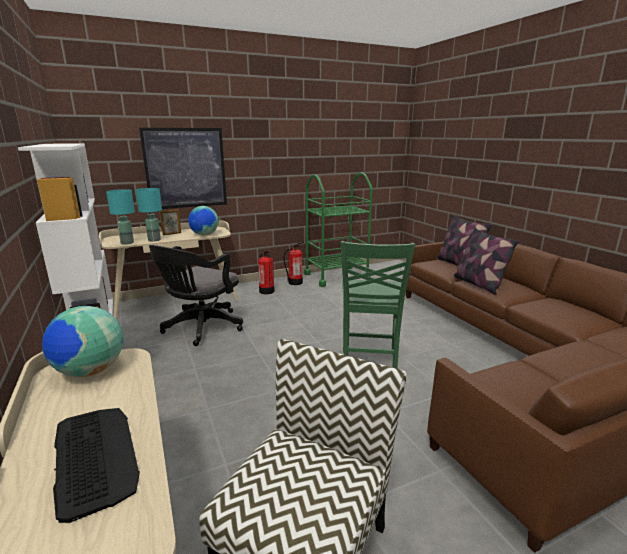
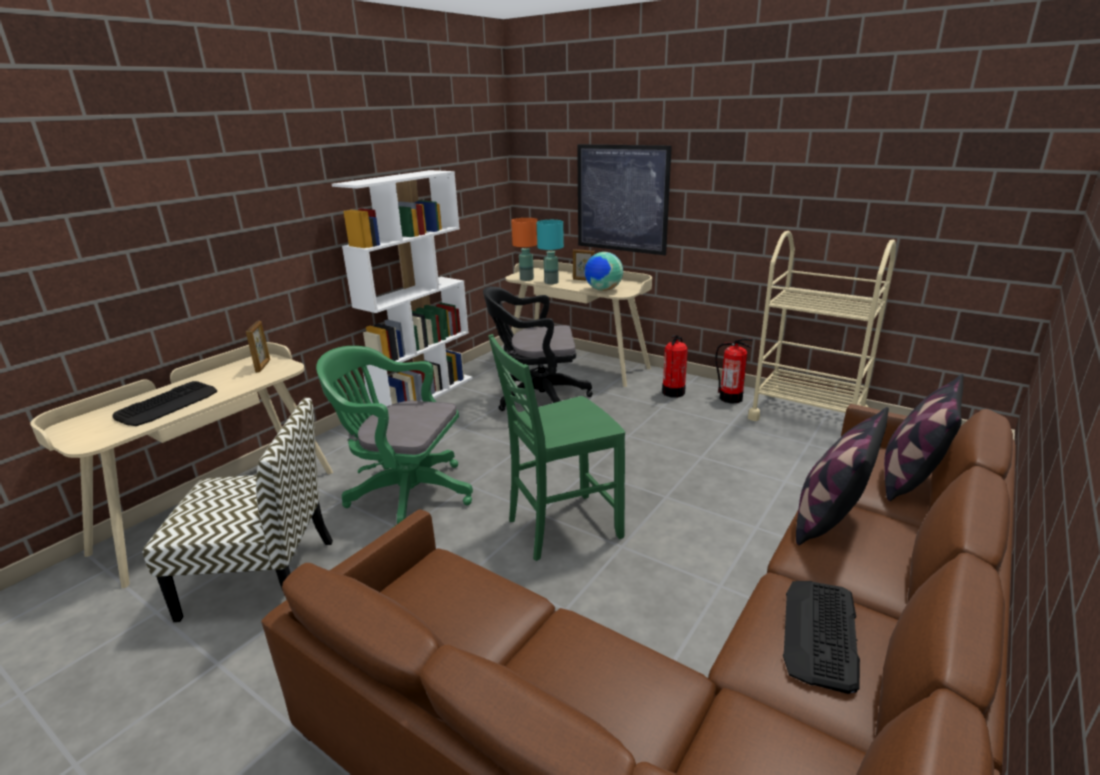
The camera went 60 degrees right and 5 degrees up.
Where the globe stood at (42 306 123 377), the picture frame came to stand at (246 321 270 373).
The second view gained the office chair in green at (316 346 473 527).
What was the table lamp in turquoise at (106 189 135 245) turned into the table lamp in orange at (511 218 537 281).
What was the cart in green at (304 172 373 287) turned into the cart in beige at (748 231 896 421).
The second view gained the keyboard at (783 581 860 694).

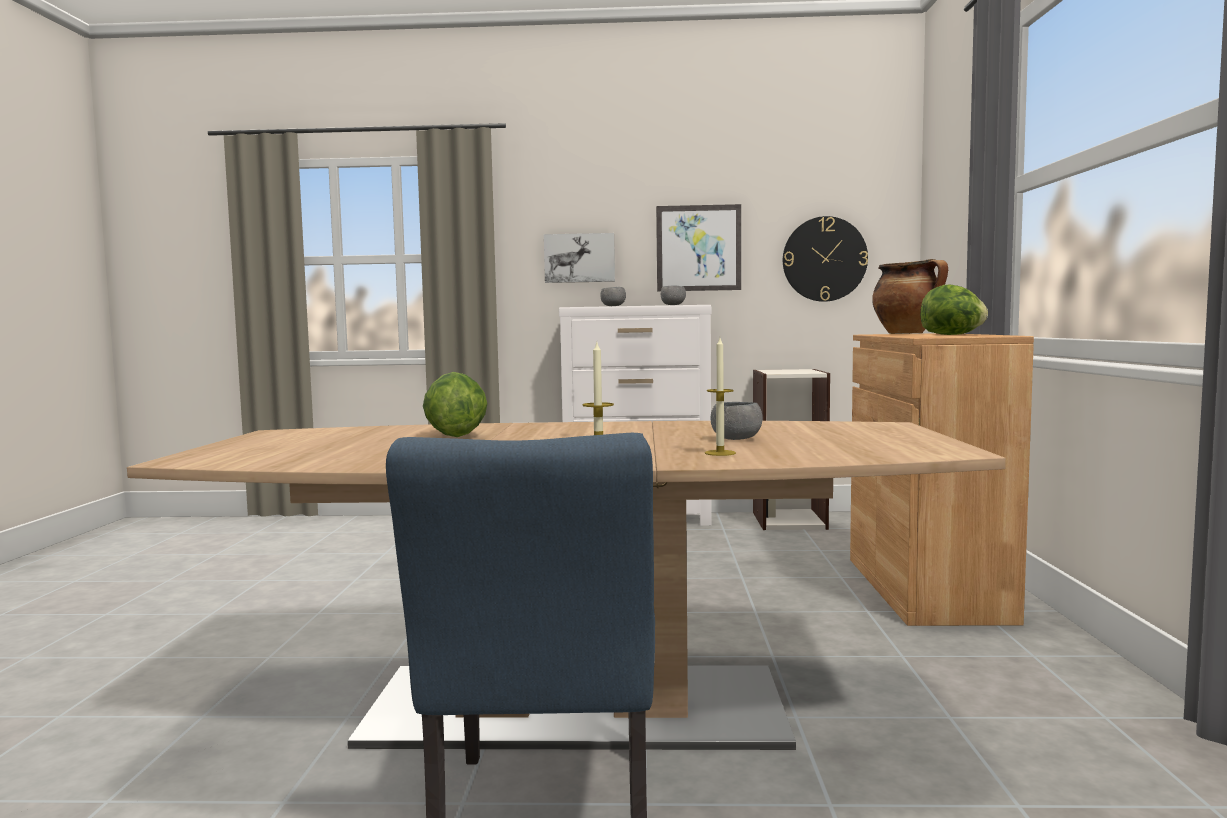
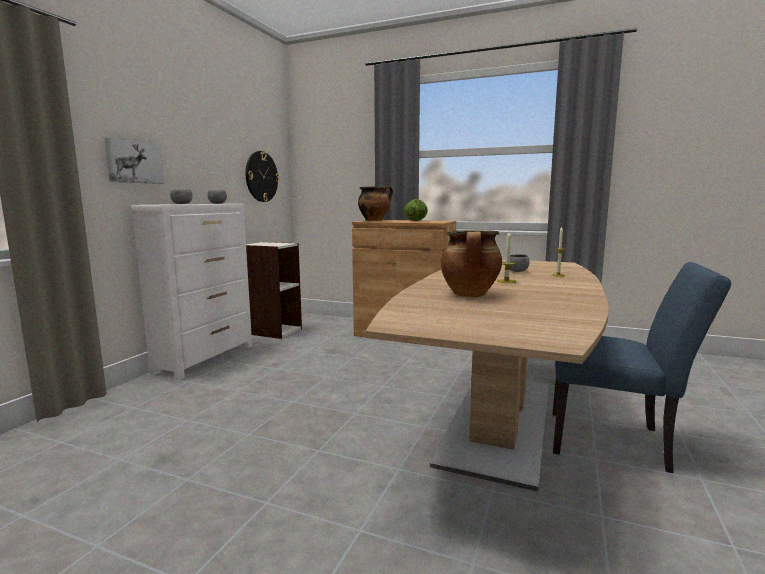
The camera went 70 degrees left and 5 degrees up.
Where the lettuce stood at (423 372 488 437), the cooking pot came to stand at (441 230 502 297).
The second view lost the picture at (656 204 741 291).

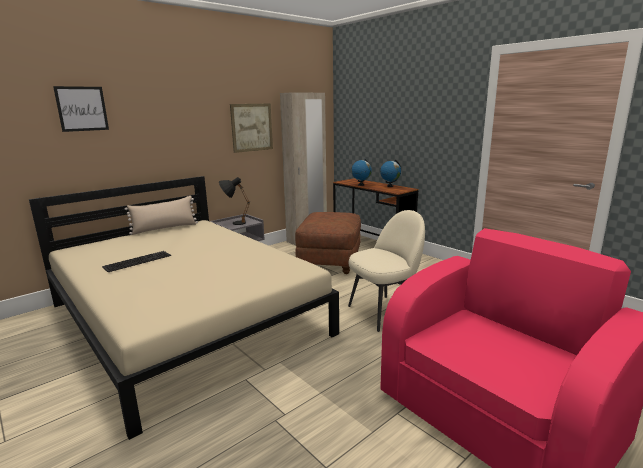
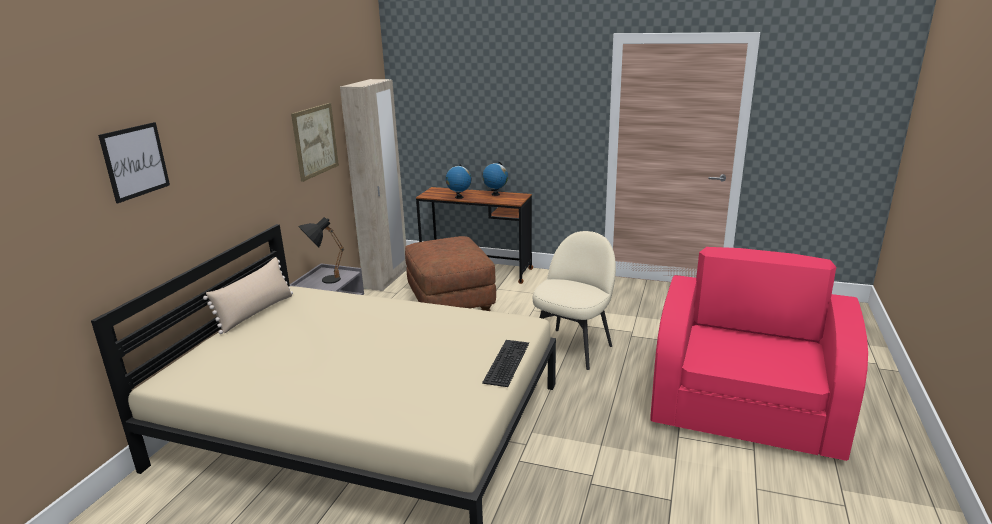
The camera went 30 degrees left and 5 degrees up.
The keyboard ended up elsewhere, having gone from (102 251 171 272) to (482 340 529 387).

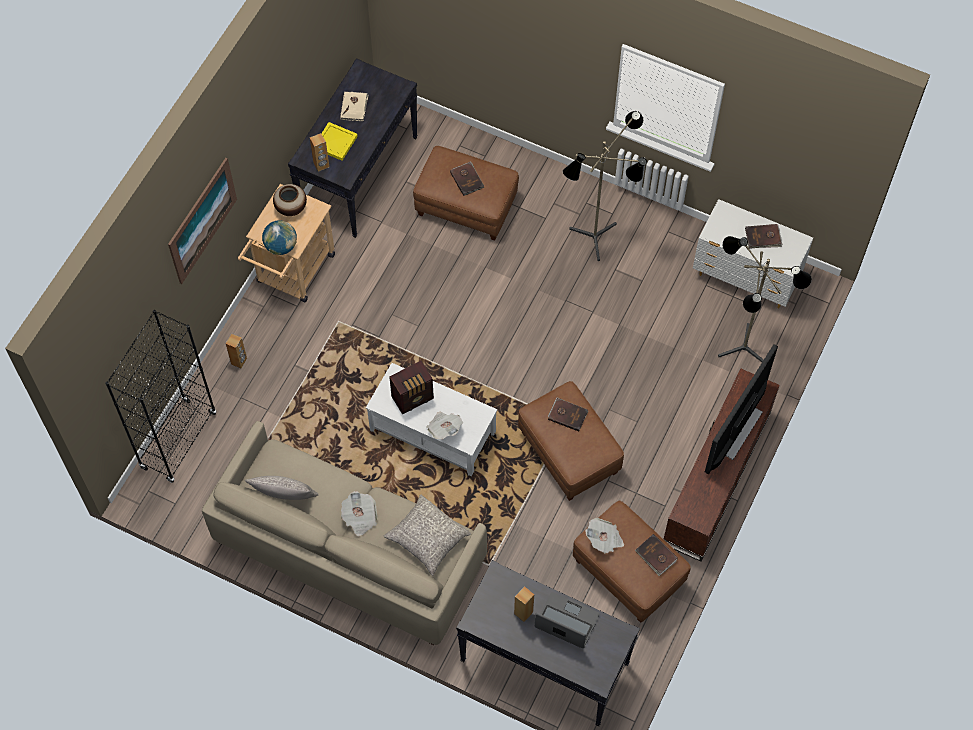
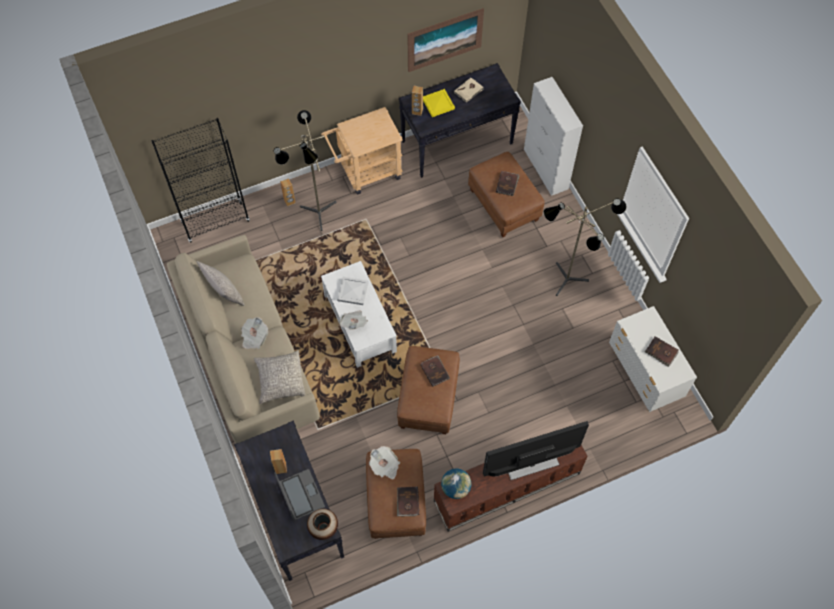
The camera went 40 degrees right and 0 degrees up.
The floor lamp ended up elsewhere, having gone from (718 236 812 362) to (274 110 336 231).
The vase ended up elsewhere, having gone from (273 184 307 216) to (307 509 338 540).
Where the radio stood at (389 361 434 415), the tray in white came to stand at (337 277 369 305).
The picture ended up elsewhere, having gone from (168 158 237 284) to (407 8 484 72).
The globe ended up elsewhere, having gone from (262 220 297 255) to (441 469 471 499).
The second view gained the cabinet in white at (524 77 583 196).

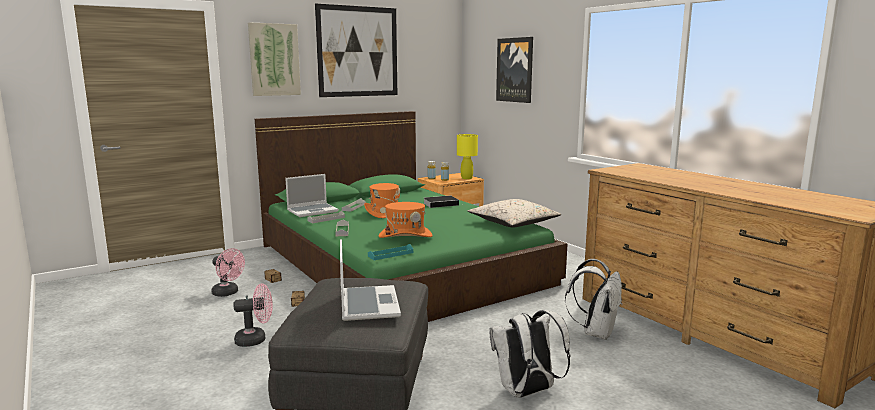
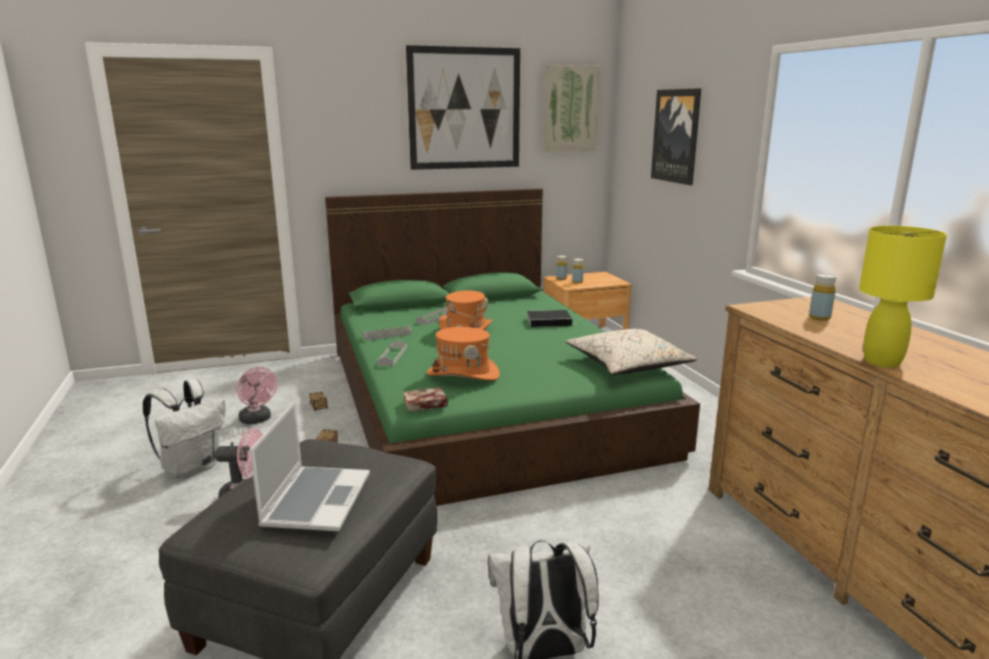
The camera went 15 degrees right and 5 degrees up.
The backpack in white ended up elsewhere, having gone from (565 259 622 340) to (143 379 225 479).
Where the tray in turquoise stood at (368 244 413 260), the book came to stand at (403 387 448 412).
The picture ended up elsewhere, having gone from (248 22 301 96) to (544 65 600 152).
The second view gained the bottle in yellow at (809 274 836 320).
The table lamp in yellow ended up elsewhere, having gone from (457 134 478 179) to (859 226 947 368).
The second view lost the laptop at (285 174 339 217).

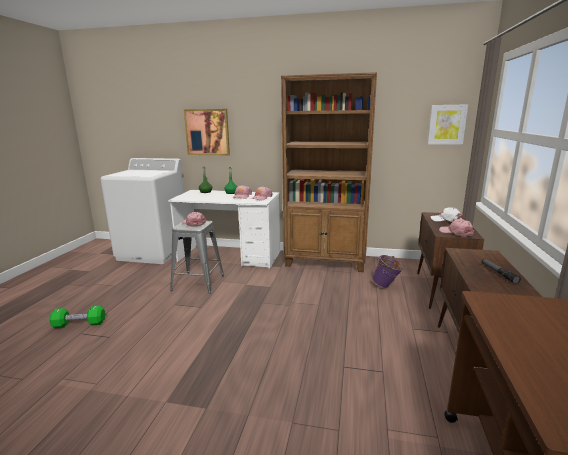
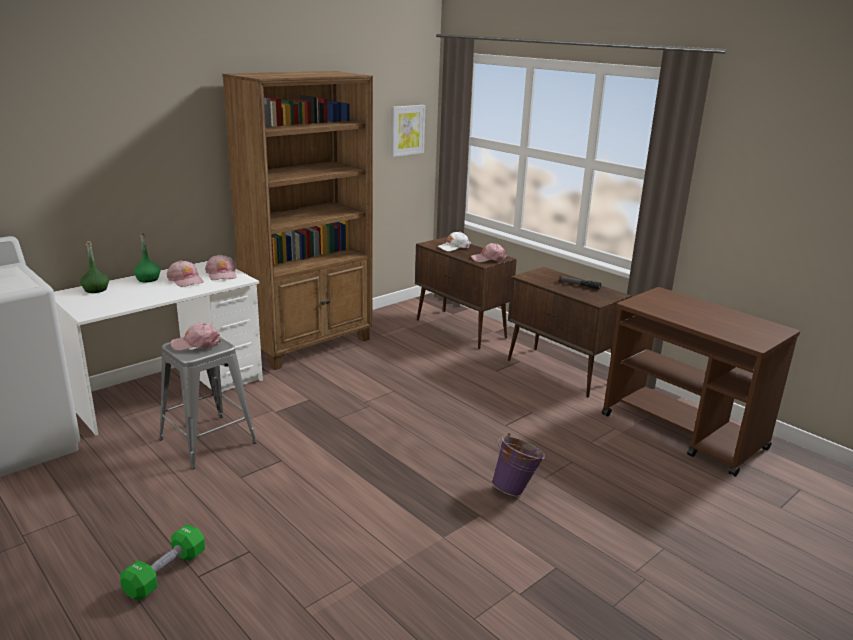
The camera went 55 degrees left and 5 degrees up.
The bucket in purple ended up elsewhere, having gone from (372 255 404 288) to (492 433 545 497).
The second view lost the picture at (184 109 230 155).

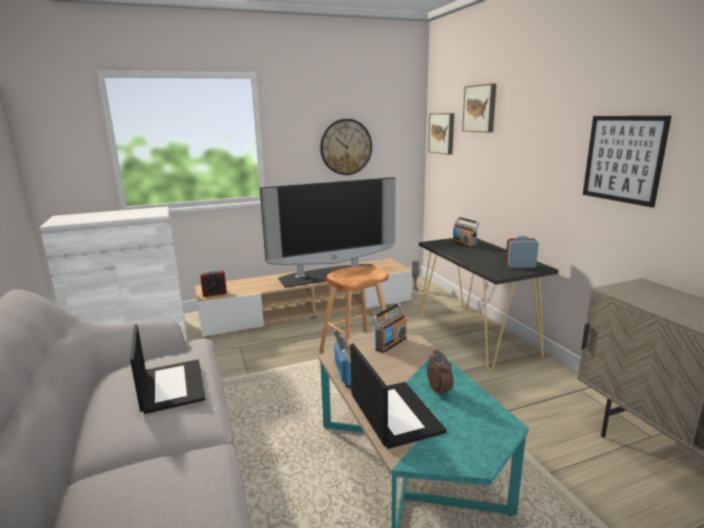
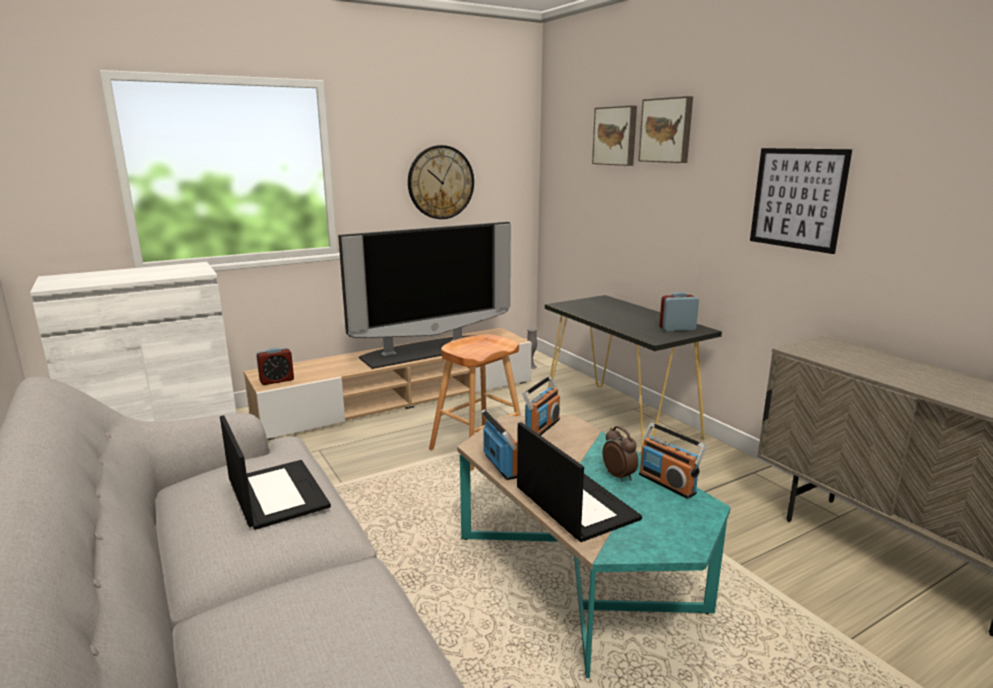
The camera went 10 degrees left and 0 degrees up.
The picture ended up elsewhere, having gone from (428 113 454 155) to (638 96 693 163).
The radio ended up elsewhere, having gone from (452 217 480 248) to (639 423 706 499).

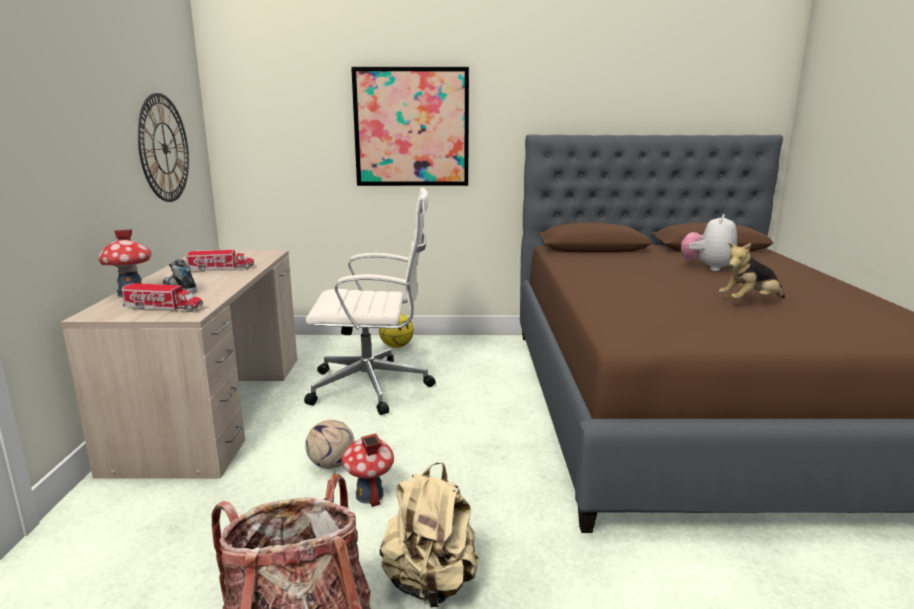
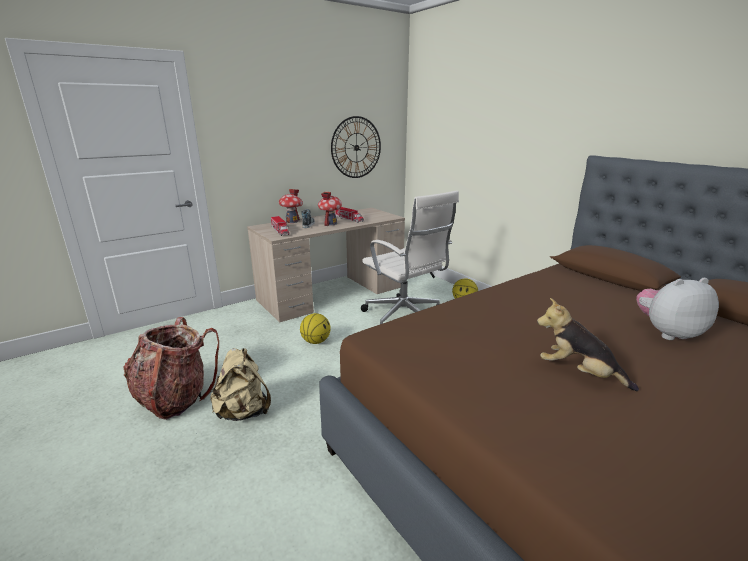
The camera went 55 degrees right and 5 degrees up.
Where the football stood at (305 420 355 469), the basketball came to stand at (300 313 331 344).
The toy house ended up elsewhere, having gone from (341 433 394 507) to (318 192 342 226).
The second view lost the picture at (351 67 469 186).

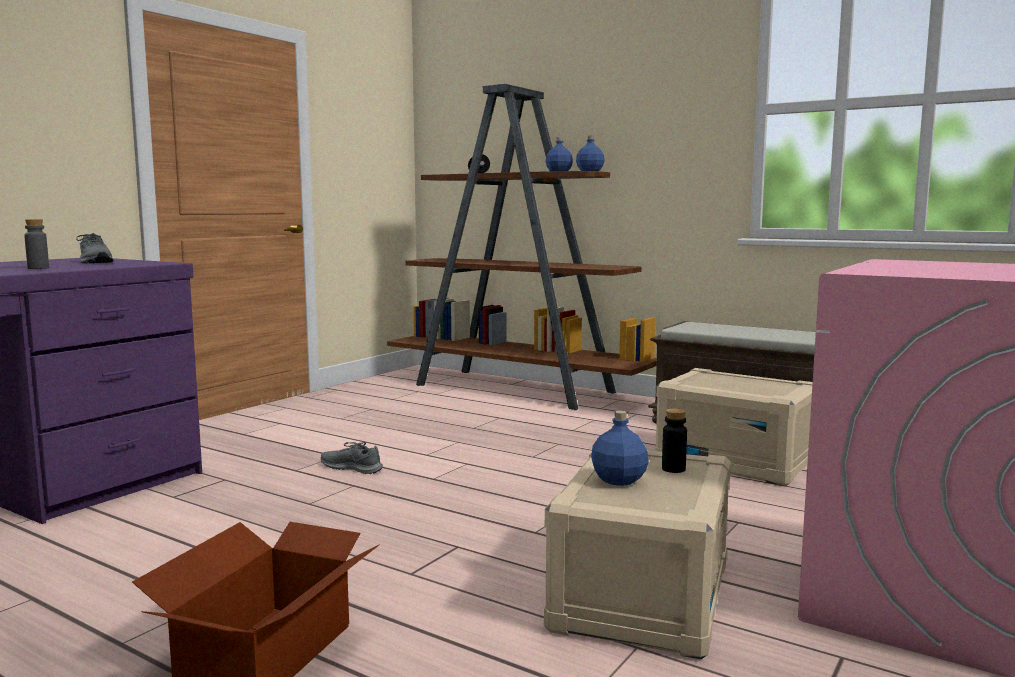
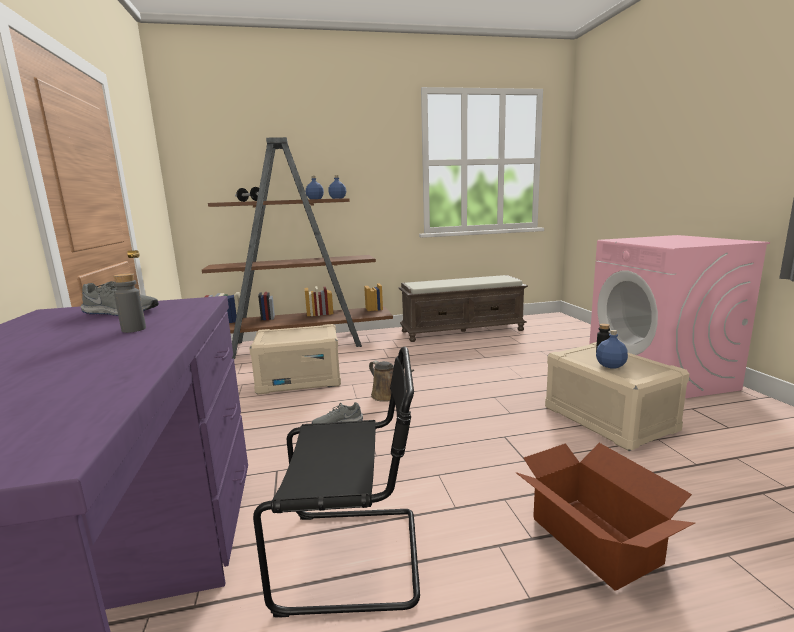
The camera went 45 degrees left and 5 degrees up.
The storage box in beige ended up elsewhere, having gone from (655 368 813 486) to (249 324 341 394).
The second view gained the chair in black at (253 347 420 617).
The second view gained the watering can in brown at (369 360 414 402).

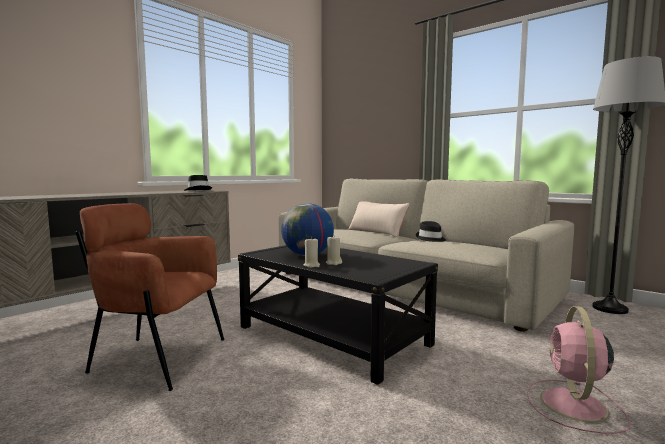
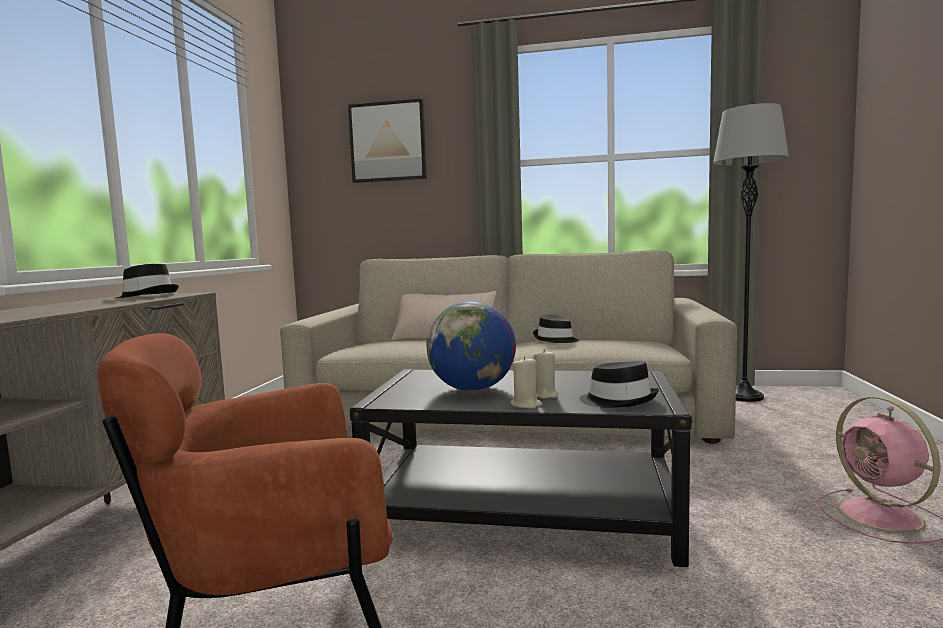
The camera went 30 degrees left and 0 degrees up.
The second view gained the picture at (348 98 427 183).
The second view gained the hat in black at (579 361 659 408).

